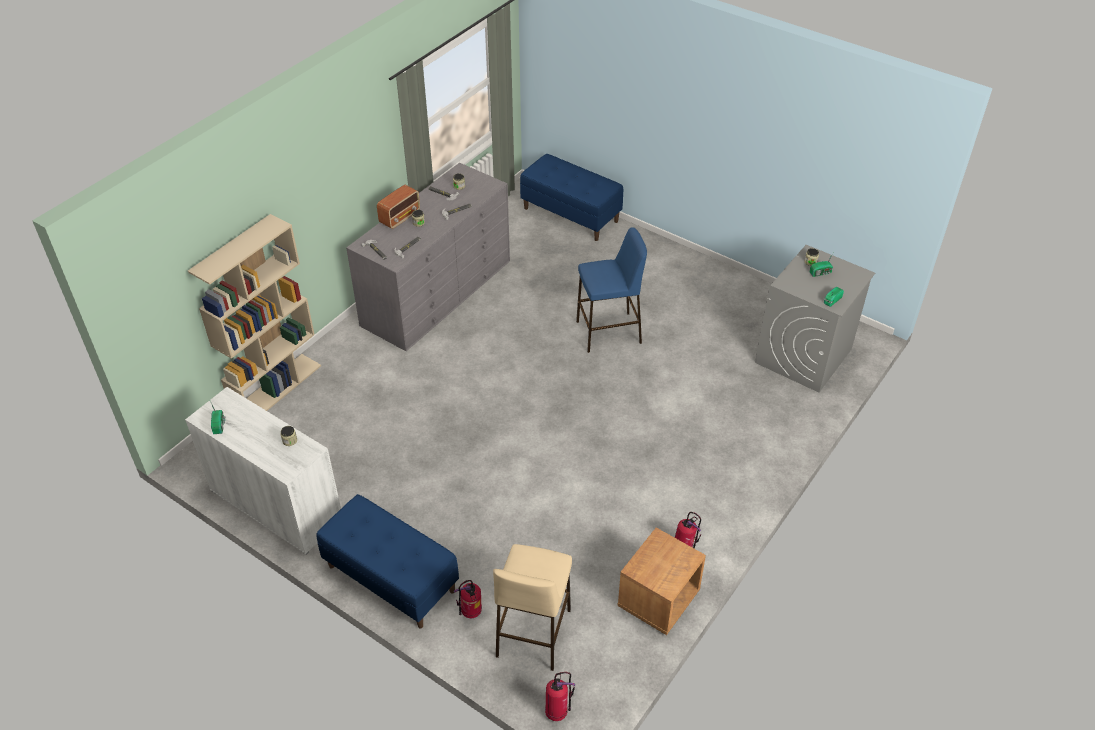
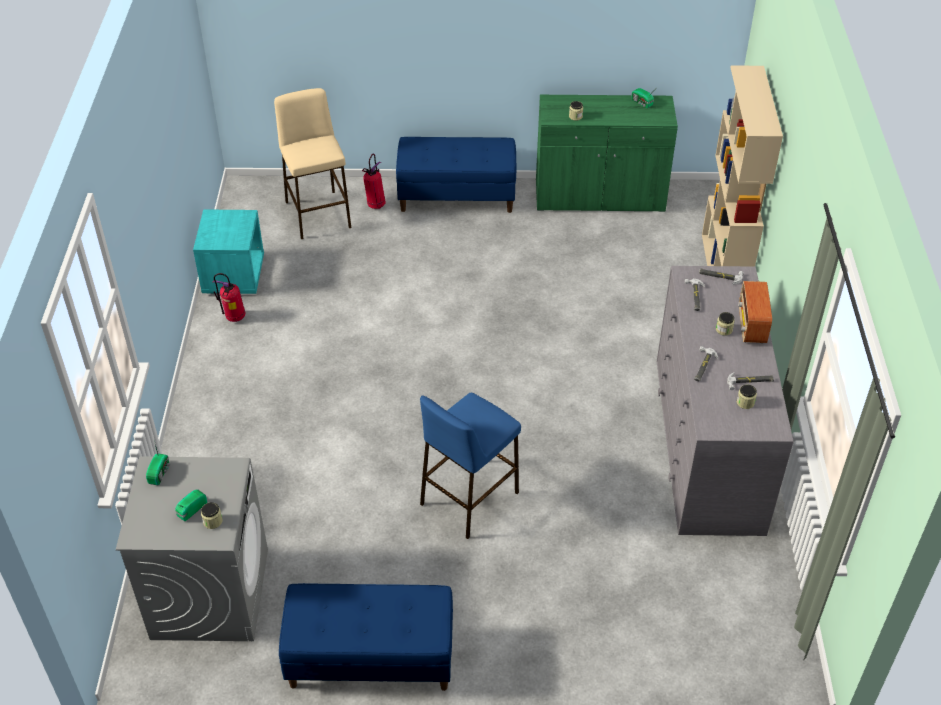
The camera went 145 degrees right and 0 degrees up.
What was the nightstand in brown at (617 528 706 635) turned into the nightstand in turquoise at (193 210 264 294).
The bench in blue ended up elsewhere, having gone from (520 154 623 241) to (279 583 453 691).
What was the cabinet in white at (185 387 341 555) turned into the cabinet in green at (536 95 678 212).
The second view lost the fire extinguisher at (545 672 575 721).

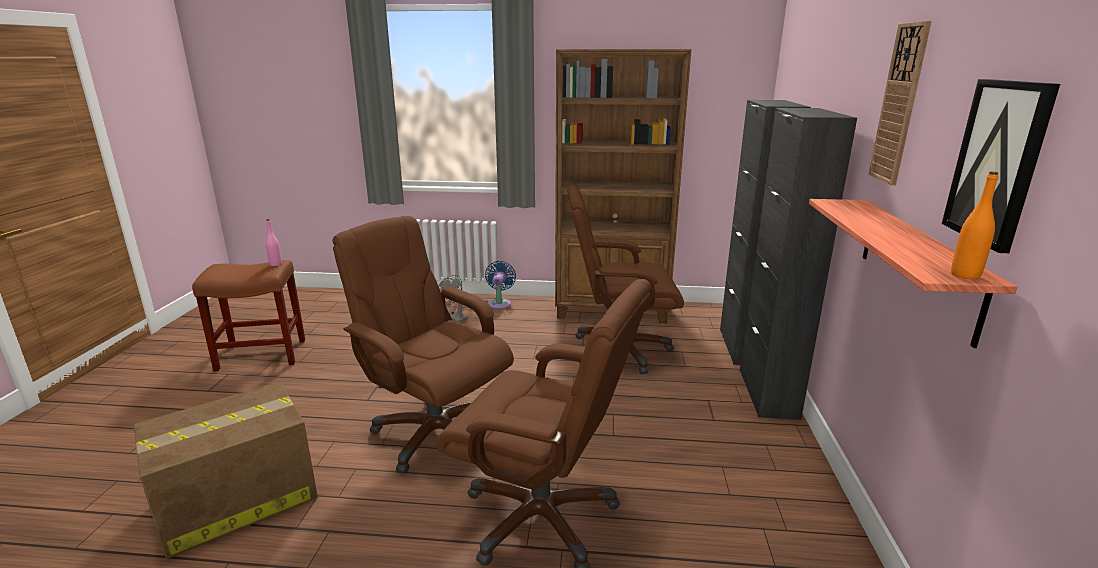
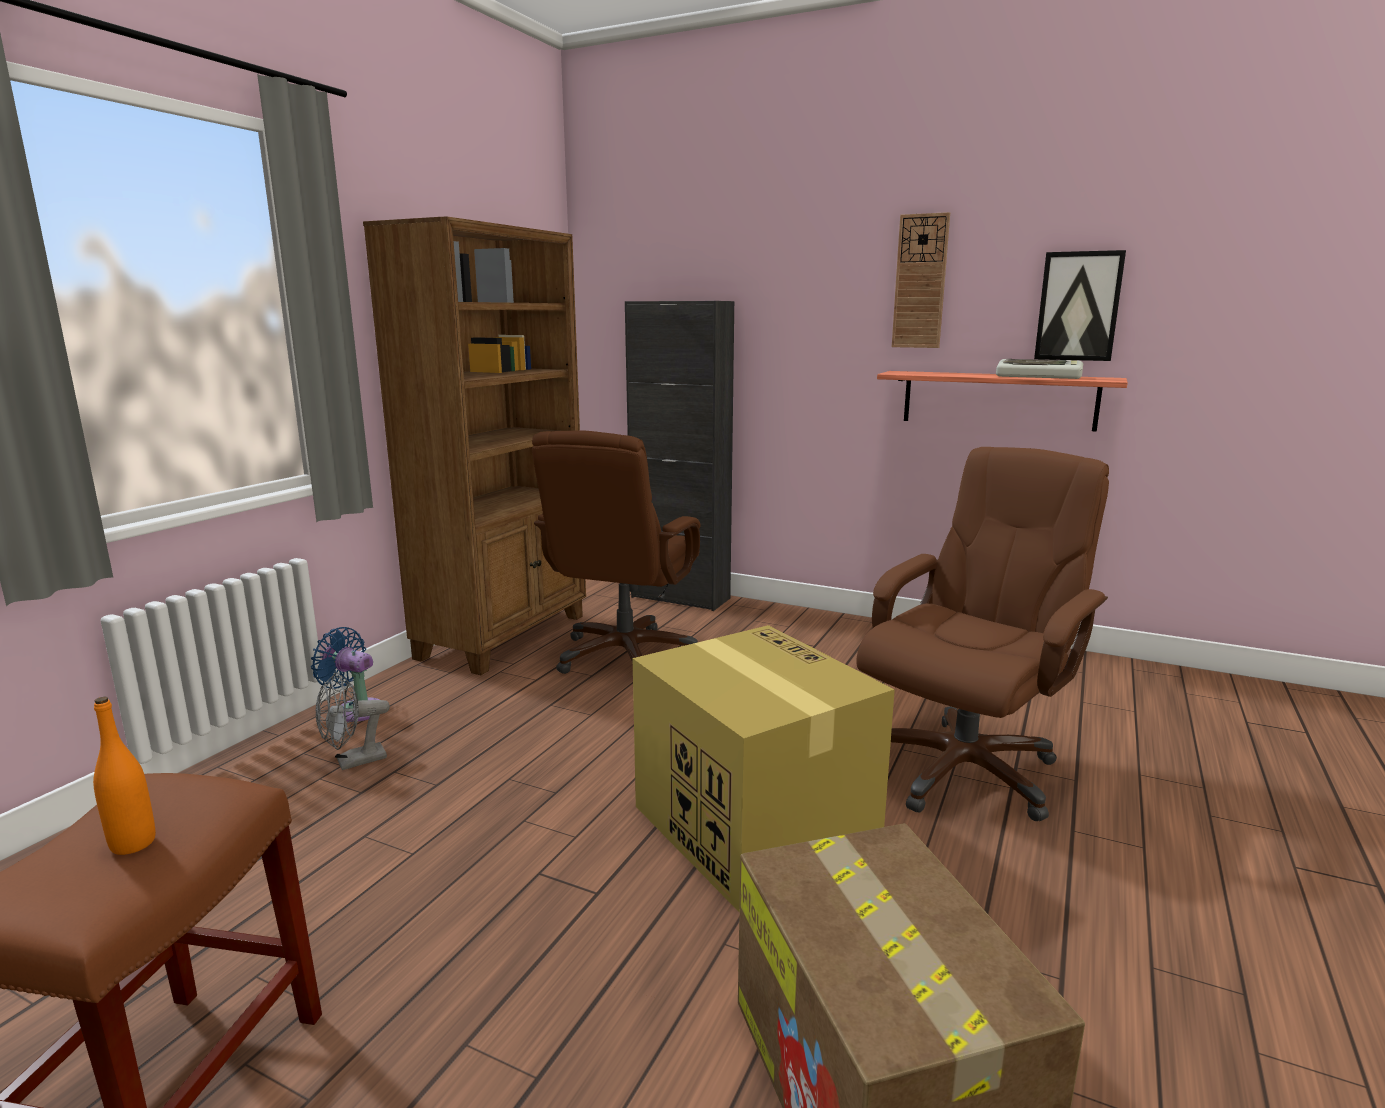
The camera went 70 degrees left and 5 degrees down.
The bottle in orange ended up elsewhere, having gone from (951 172 998 279) to (93 696 156 855).
Where the office chair in brown stood at (333 216 514 474), the cardboard box came to stand at (632 625 895 912).
The second view gained the keyboard at (996 359 1083 379).
The second view lost the bottle in pink at (266 219 282 266).
The second view lost the cabinet in black at (740 108 857 420).

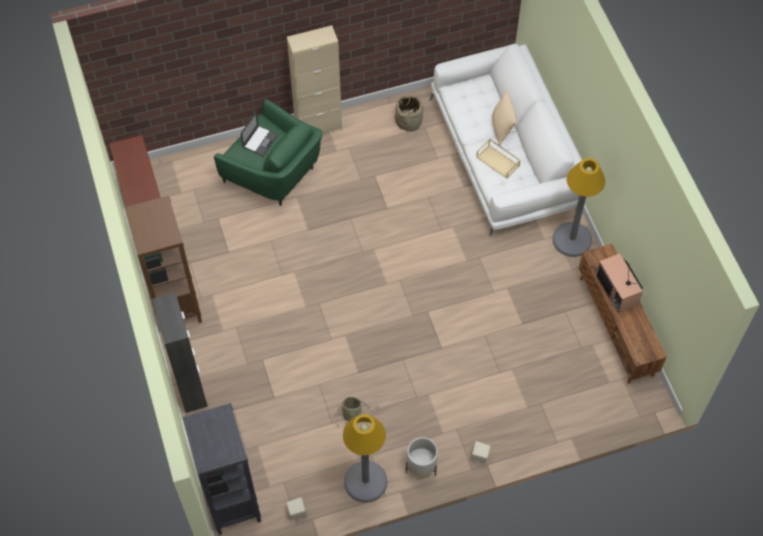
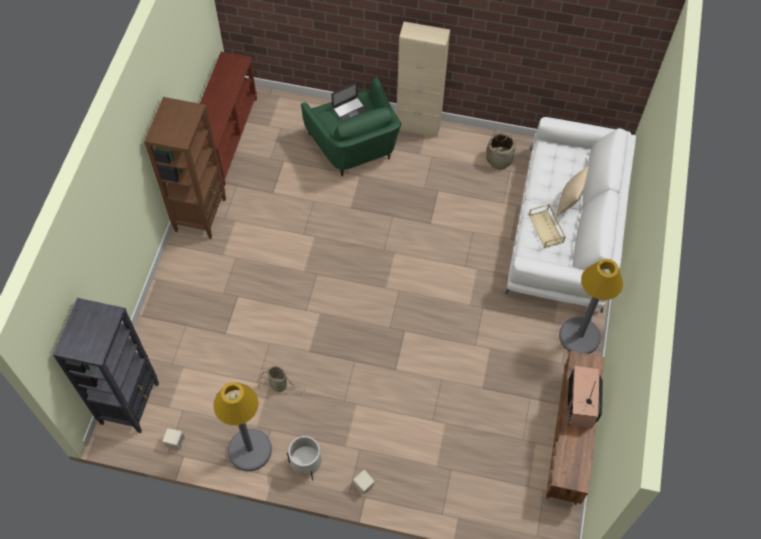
The camera went 30 degrees right and 0 degrees up.
The second view lost the cabinet in black at (152 292 208 413).

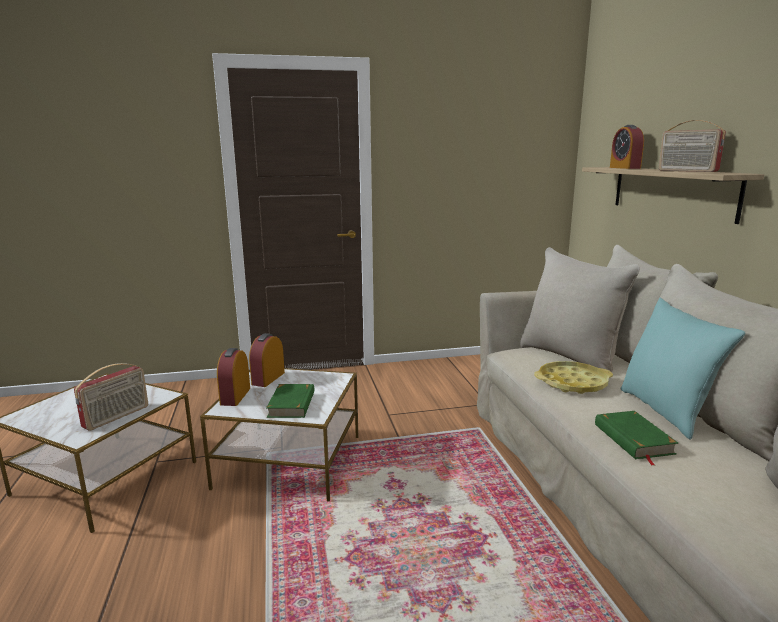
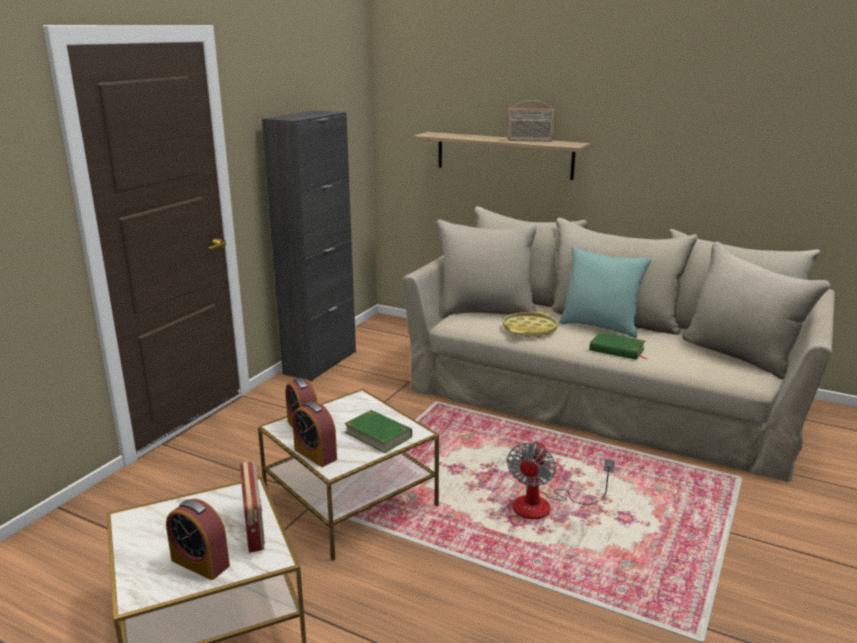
The camera went 50 degrees left and 5 degrees up.
The alarm clock ended up elsewhere, having gone from (610 125 644 169) to (166 499 230 580).
The second view gained the cabinet in black at (262 110 356 382).
The second view gained the fan at (507 440 615 519).

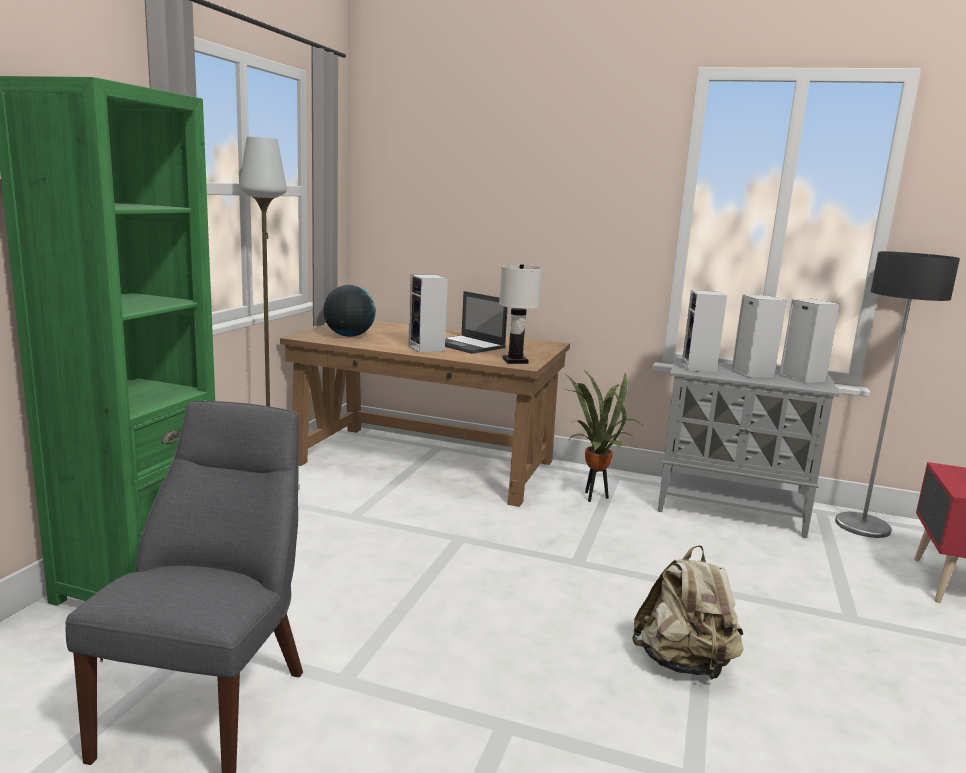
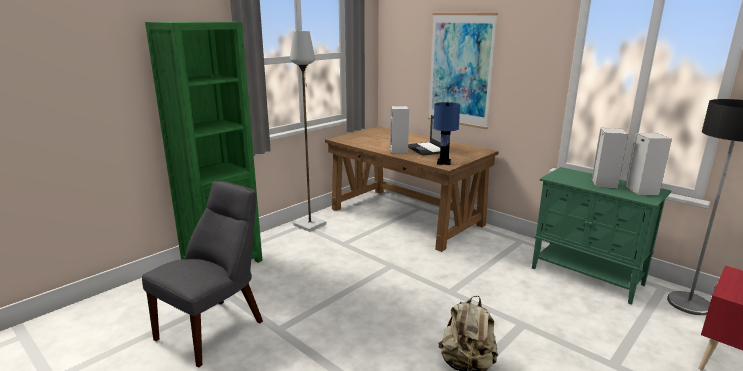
The camera went 25 degrees right and 5 degrees up.
The second view gained the picture at (428 13 498 129).
What was the table lamp in white at (499 264 542 364) turned into the table lamp in blue at (433 102 460 165).
What was the cabinet in grey at (658 358 840 538) turned into the cabinet in green at (532 167 671 305).
The second view lost the globe at (324 285 376 337).
The second view lost the potted plant at (564 369 642 502).
The second view lost the speaker at (682 290 727 373).

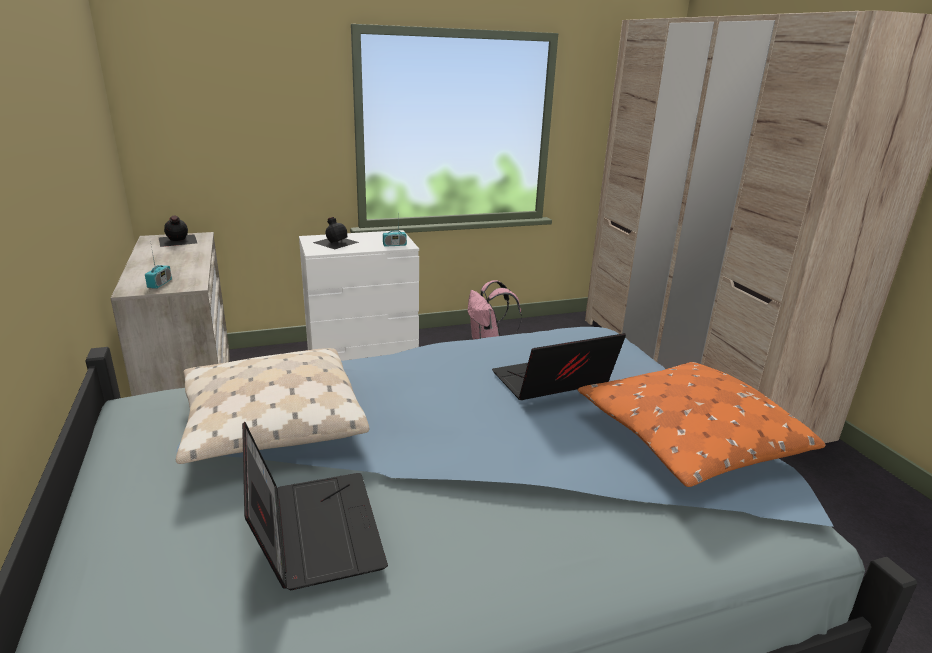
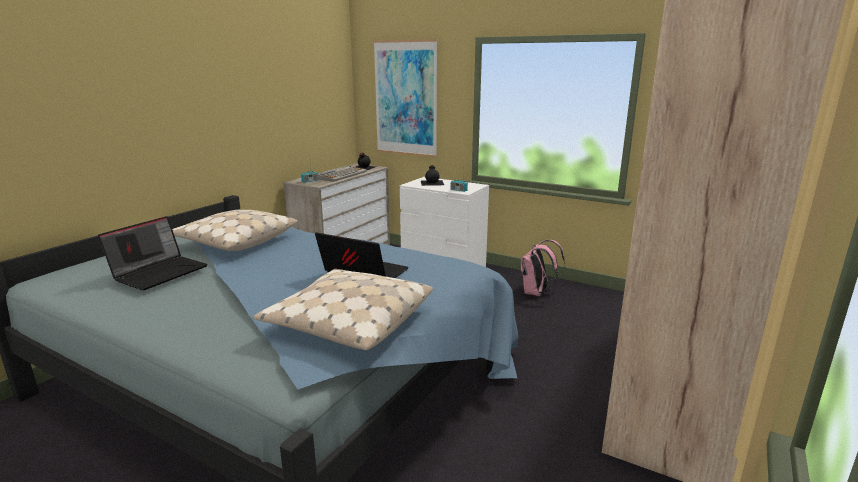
The camera went 50 degrees right and 5 degrees down.
What was the pillow in orange at (578 362 825 487) turned into the pillow in beige at (254 269 433 350).
The second view gained the keyboard at (318 166 367 182).
The second view gained the picture at (373 39 438 158).

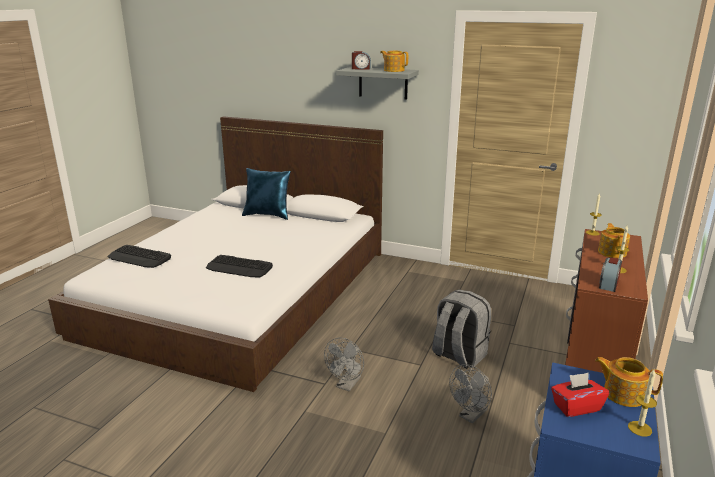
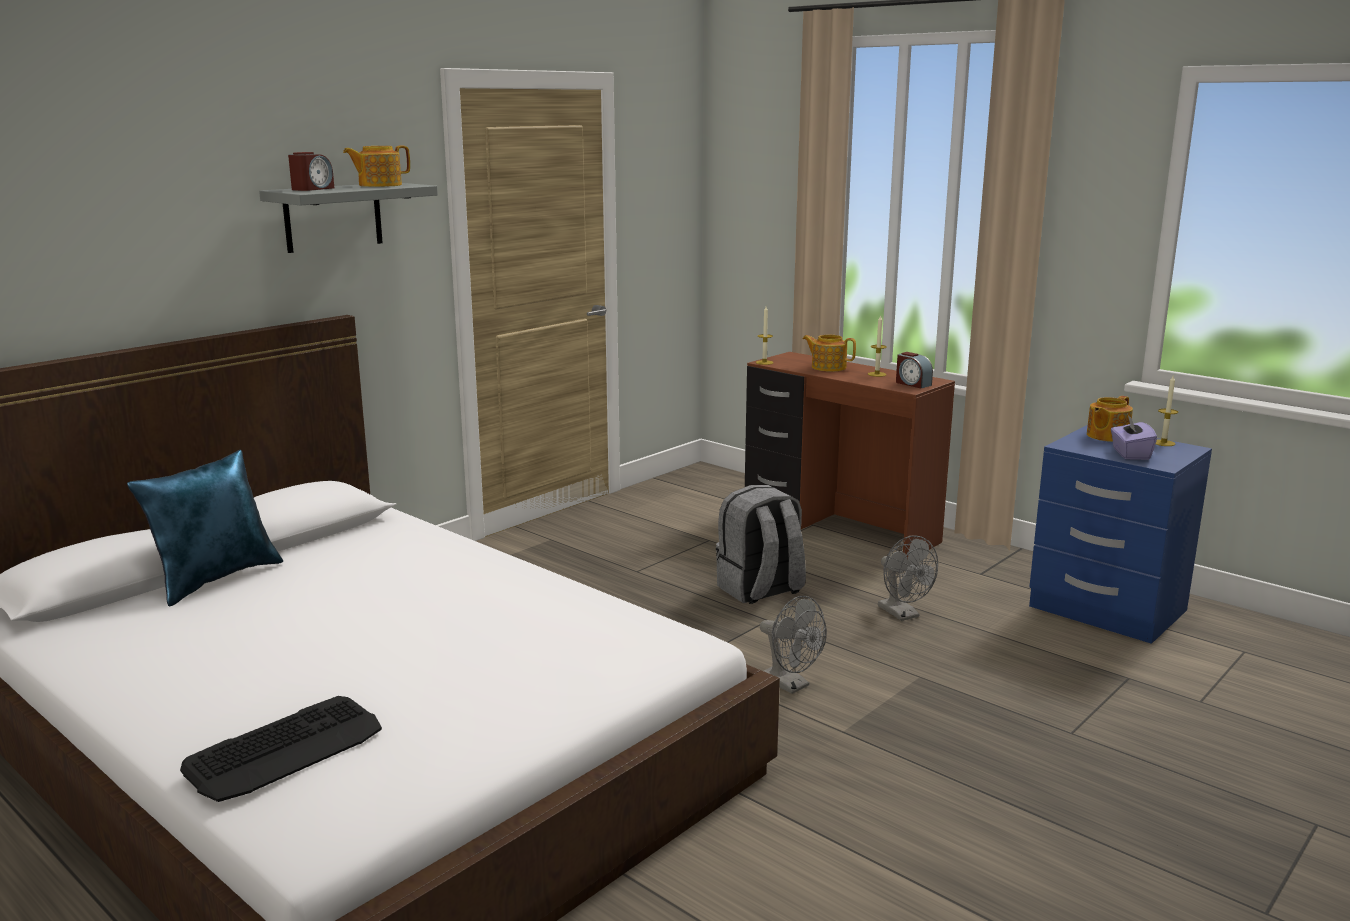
The camera went 70 degrees left and 5 degrees down.
What was the tissue box in red at (551 373 609 417) turned into the tissue box in purple at (1111 415 1157 460).
The second view lost the keyboard at (206 255 273 277).

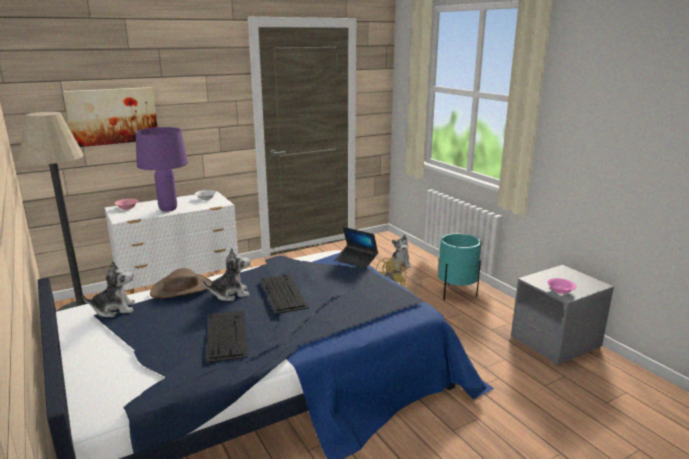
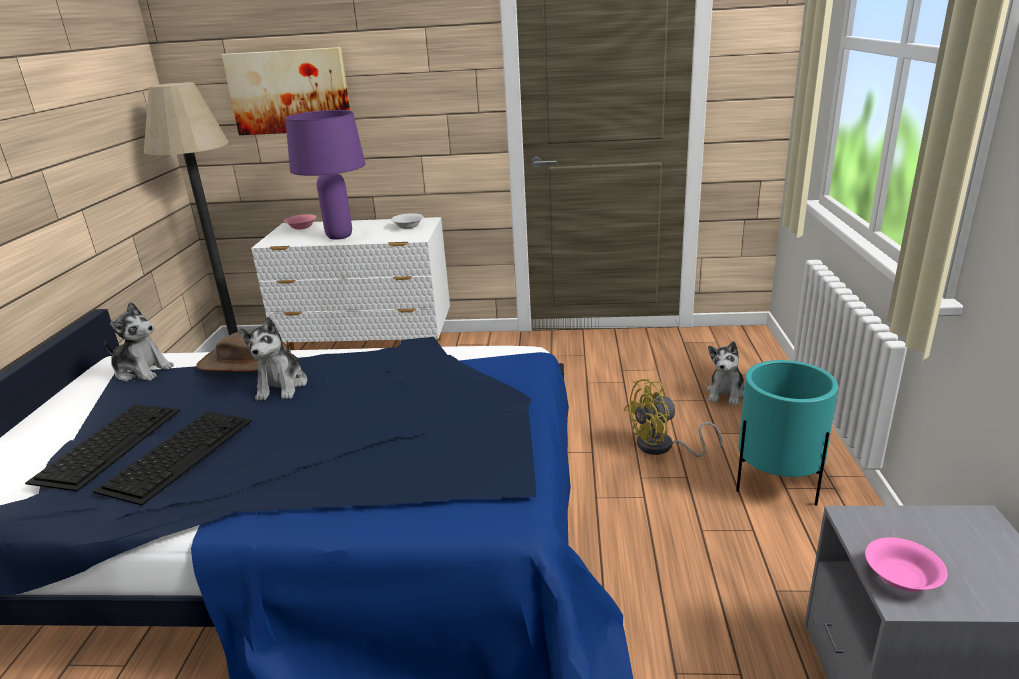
The camera went 35 degrees right and 5 degrees up.
The keyboard ended up elsewhere, having gone from (260 274 309 314) to (25 405 181 491).
The plush toy at (203 247 250 301) ended up facing another way, 75 degrees clockwise from before.
The second view lost the laptop at (335 227 378 269).

